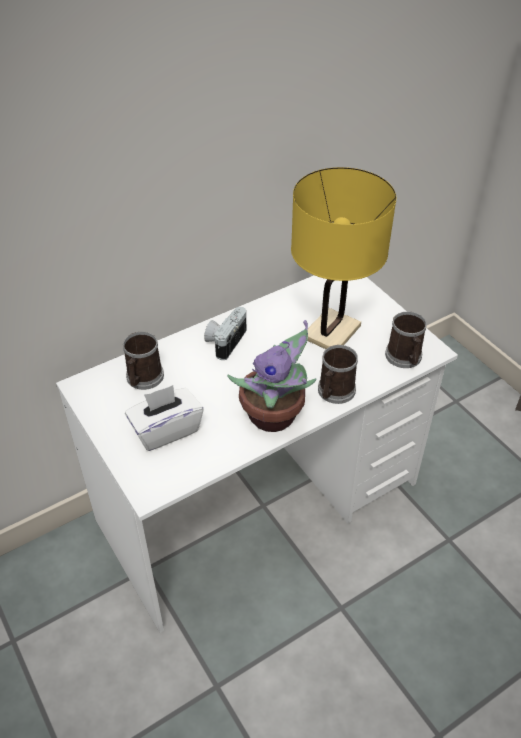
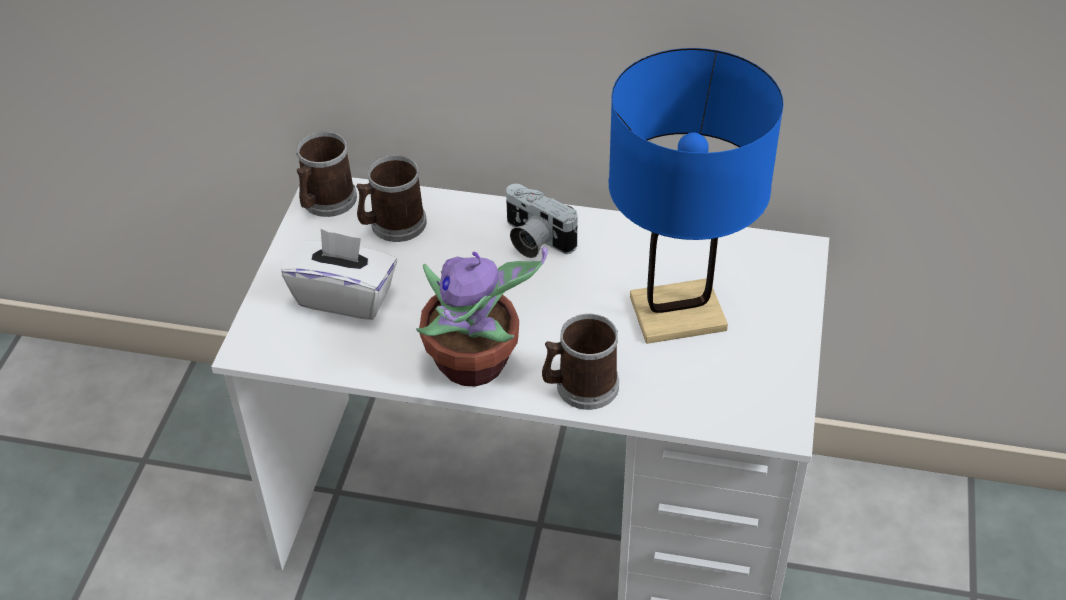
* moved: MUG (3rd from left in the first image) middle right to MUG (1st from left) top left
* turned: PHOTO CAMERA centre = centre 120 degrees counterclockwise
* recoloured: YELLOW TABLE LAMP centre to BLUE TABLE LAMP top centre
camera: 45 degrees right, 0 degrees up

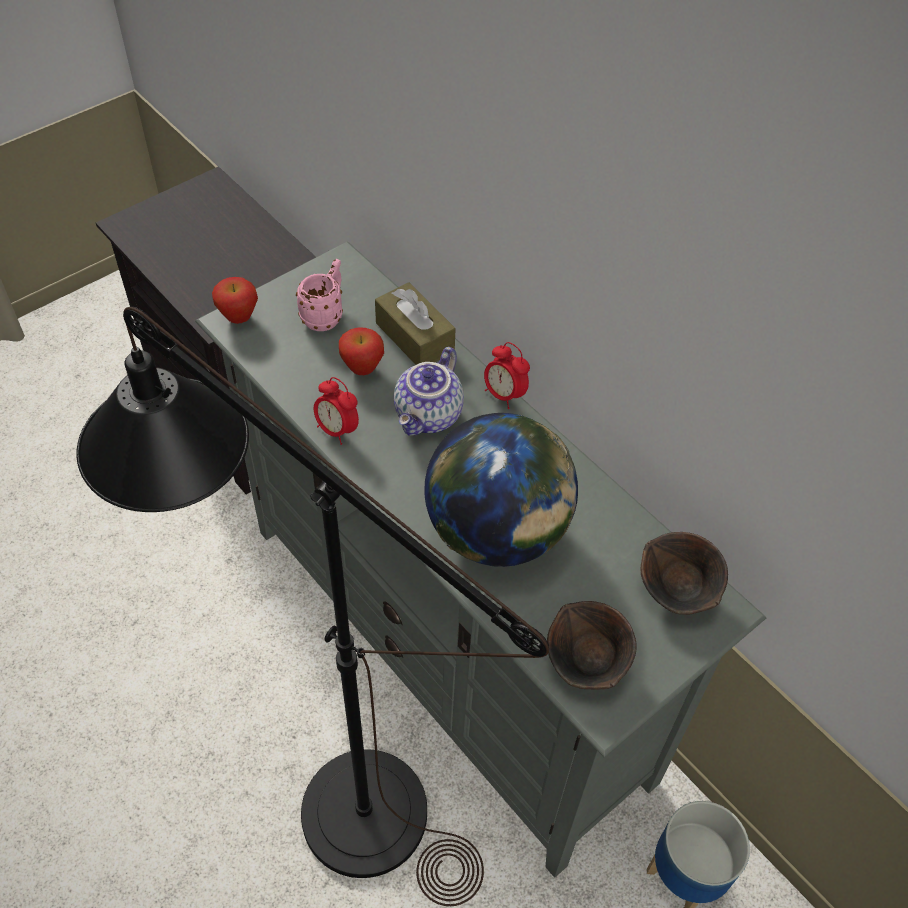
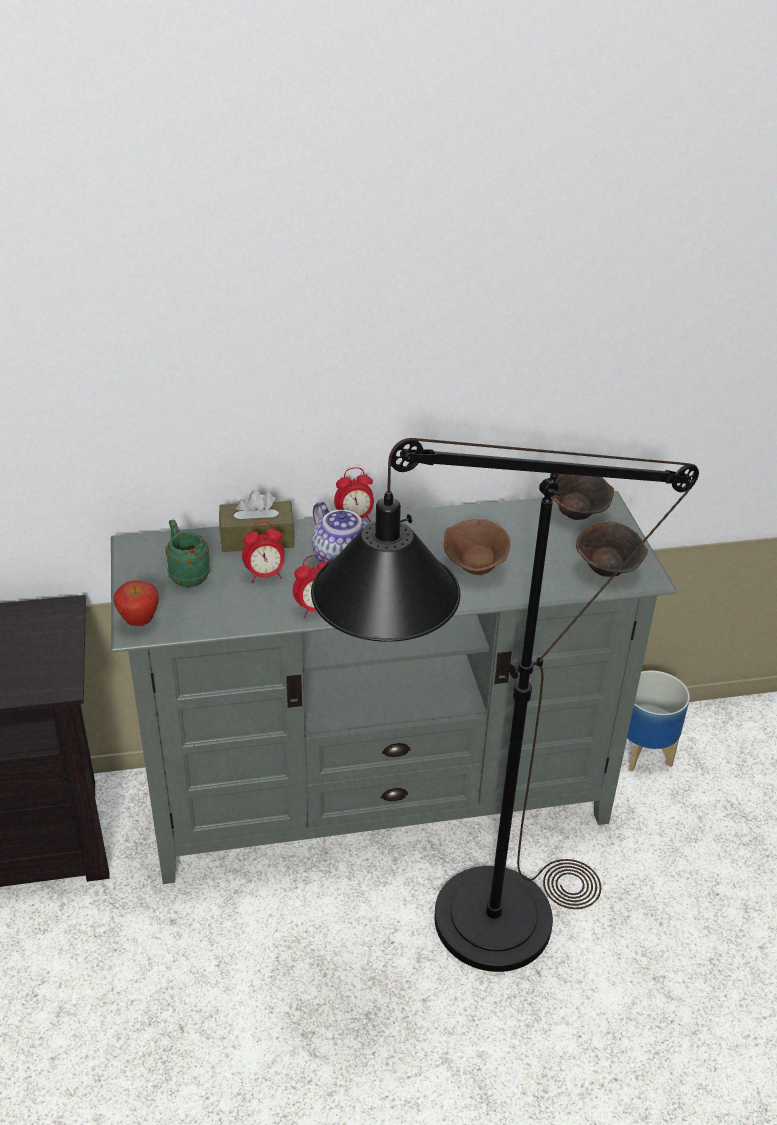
* recoloured: PINK MUG top centre to GREEN MUG middle left
* replaced: APPLE (2nd from left) centre to ALARM CLOCK (1st from left) centre
* replaced: GLOBE centre to BROWN BOWL (1st from left) centre
camera: 60 degrees left, 15 degrees down

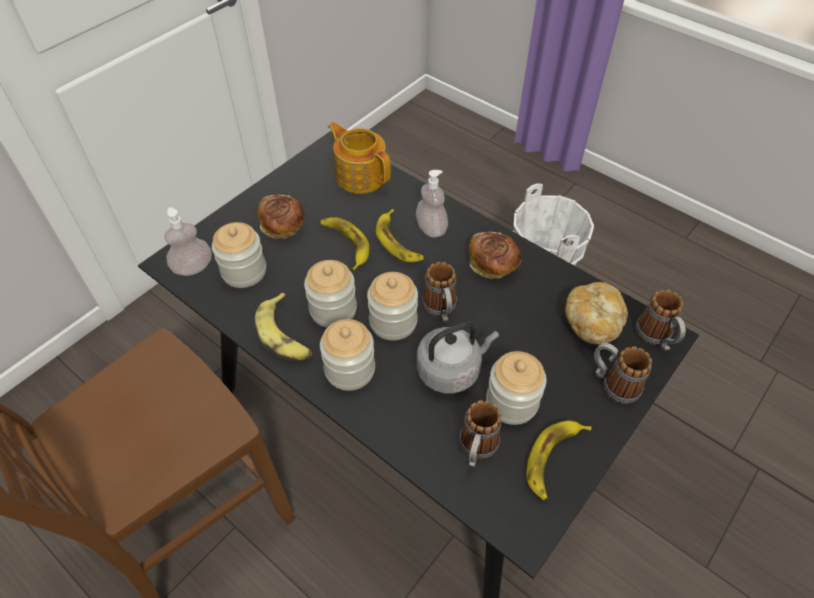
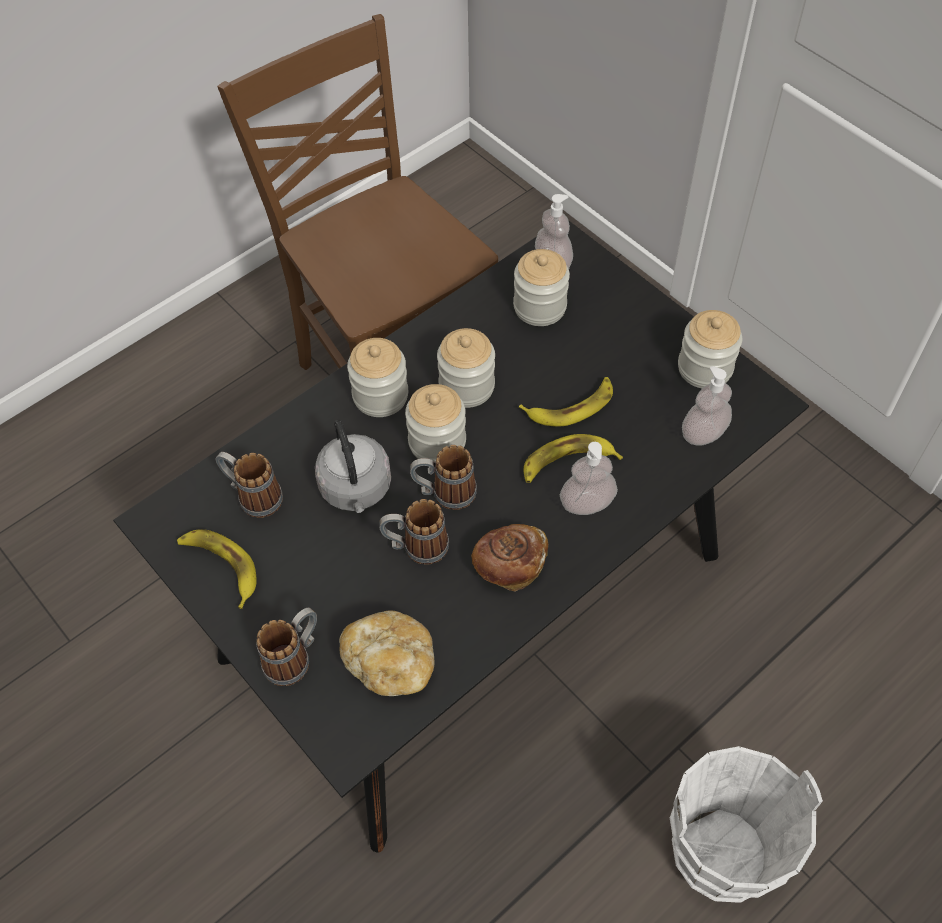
* moved: MUG (4th from left in the first image) middle right to MUG (3rd from left) centre
* moved: JAR (5th from left) centre to middle right
* replaced: TEAPOT top centre to SOAP DISPENSER (3rd from left) middle right
* removed: BANANA (1st from left) centre
* removed: BREAD (1st from left) centre
camera: 100 degrees right, 5 degrees up

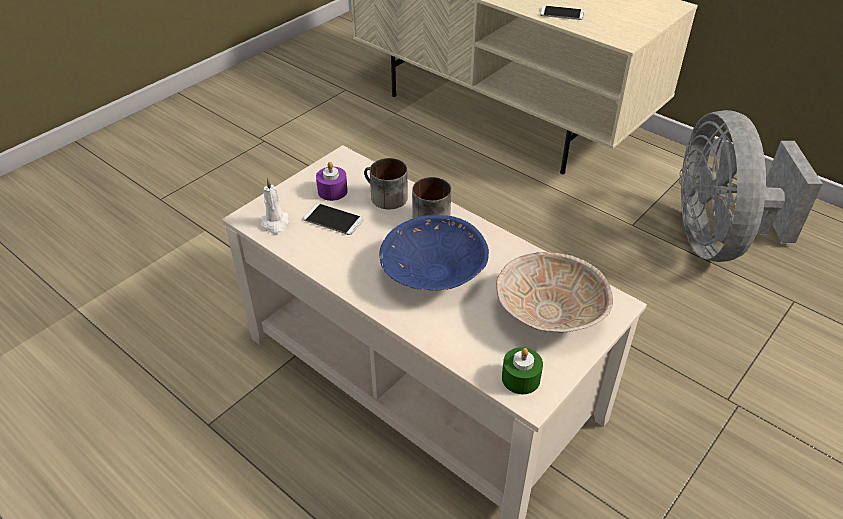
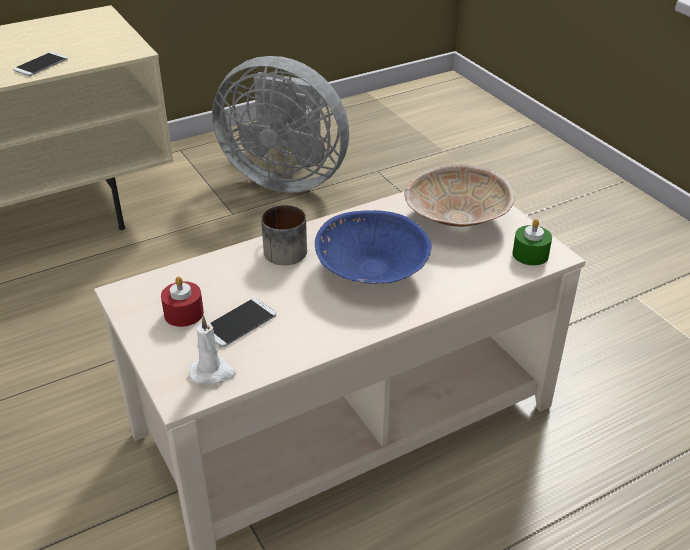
* recoloured: PURPLE CANDLE centre to RED CANDLE middle left
* removed: MUG (1st from left) centre
camera: 70 degrees left, 5 degrees down

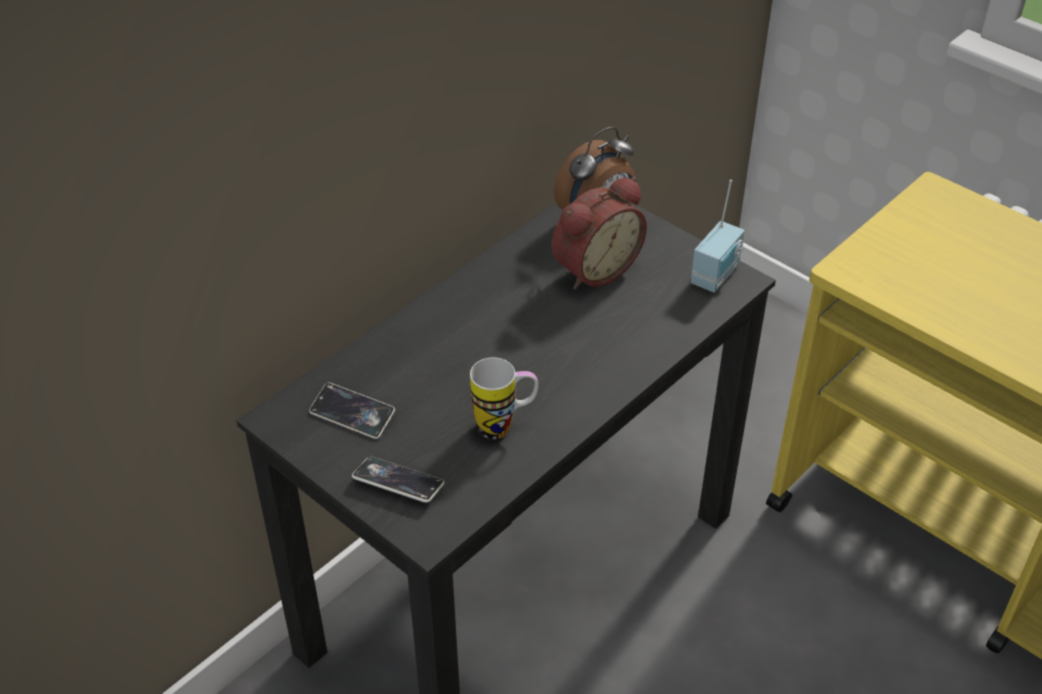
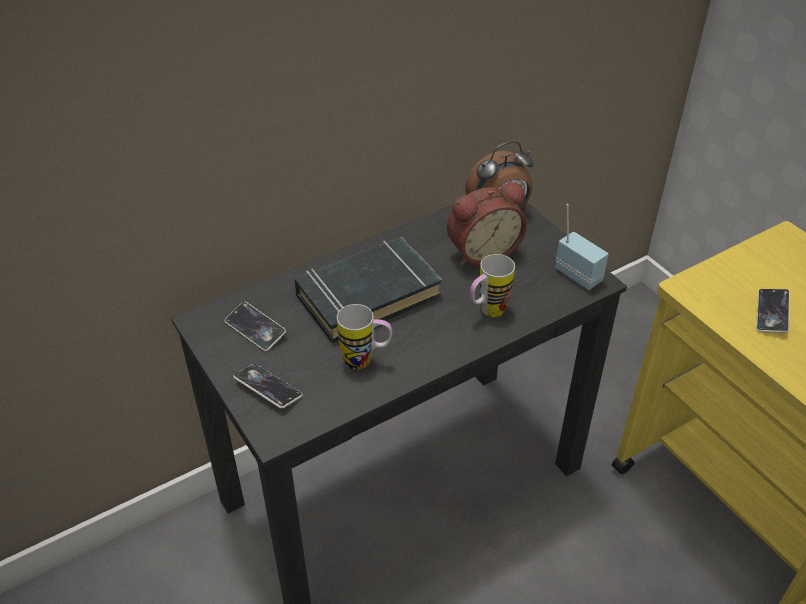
* added: BLACK BOOK centre
* added: MUG (2nd from left) centre
* turned: RADIO middle right = middle right 90 degrees counterclockwise
* added: PHONE (3rd from left) middle right
camera: 15 degrees right, 0 degrees up

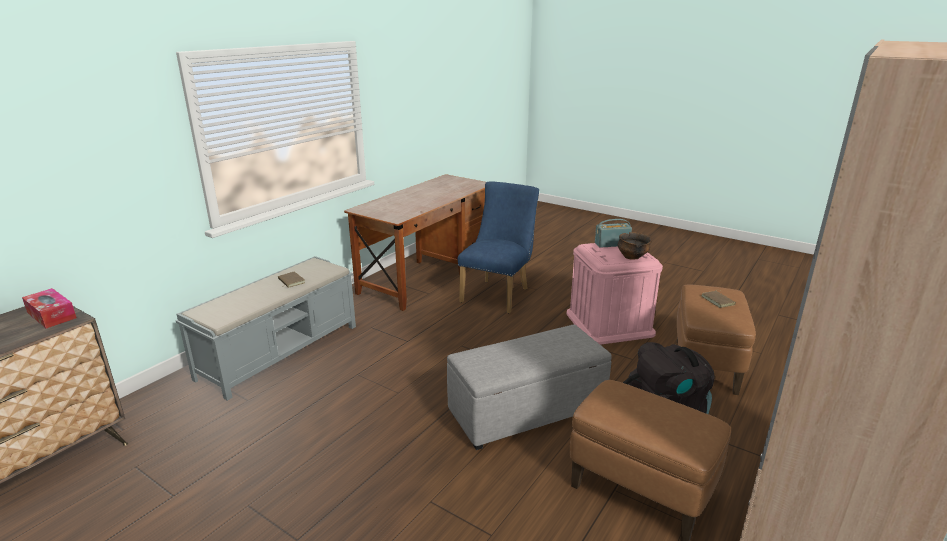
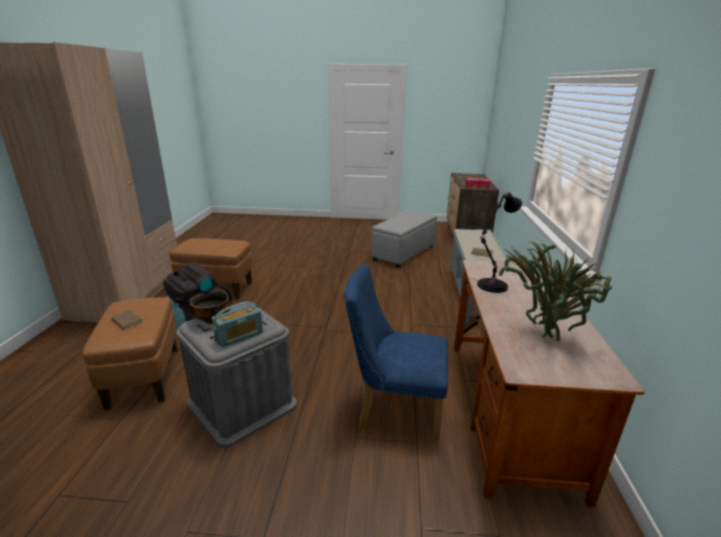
* recoloured: PINK STORAGE BOX centre to GREY STORAGE BOX bottom left
* turned: BLUE CHAIR centre = centre 105 degrees clockwise
* moved: GREY OTTOMAN bottom centre to centre
* added: BLACK TABLE LAMP middle right
* added: POTTED PLANT middle right
camera: 150 degrees right, 0 degrees up

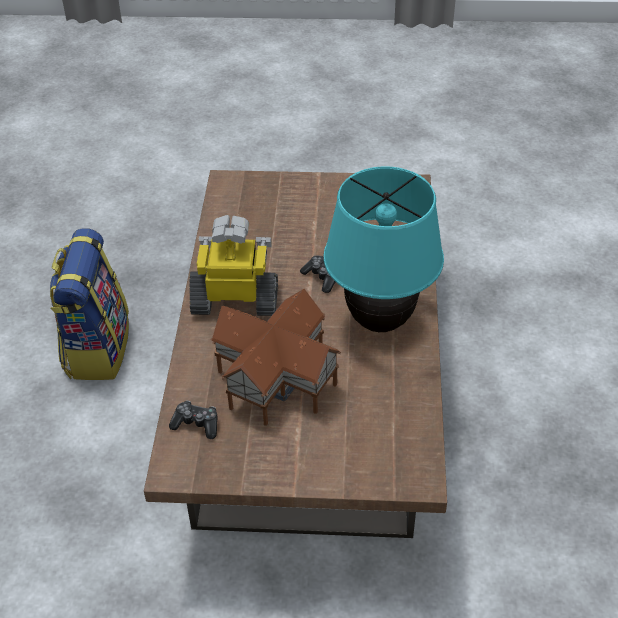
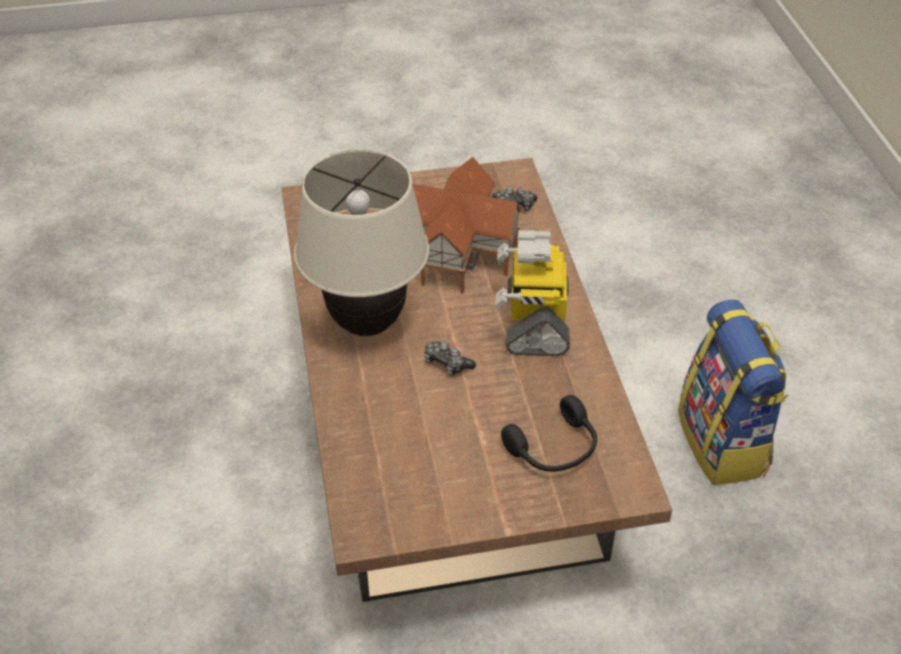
* recoloured: TURQUOISE TABLE LAMP centre to BEIGE TABLE LAMP centre
* turned: TOY ROBOT centre = centre 105 degrees clockwise
* added: BLACK HEADPHONES centre
camera: 165 degrees right, 0 degrees up

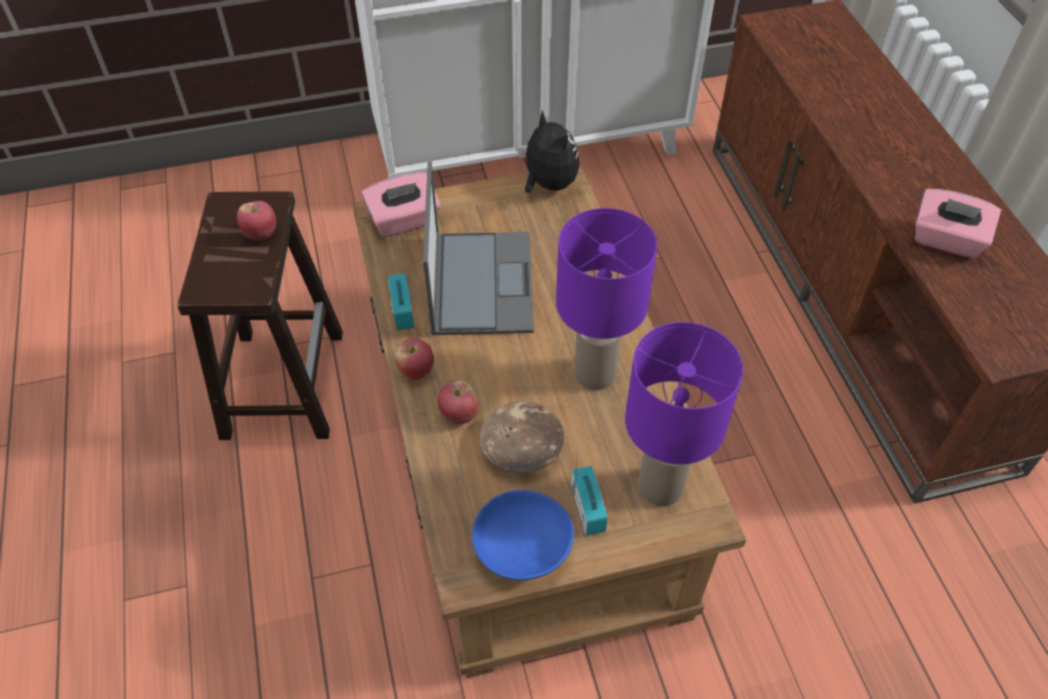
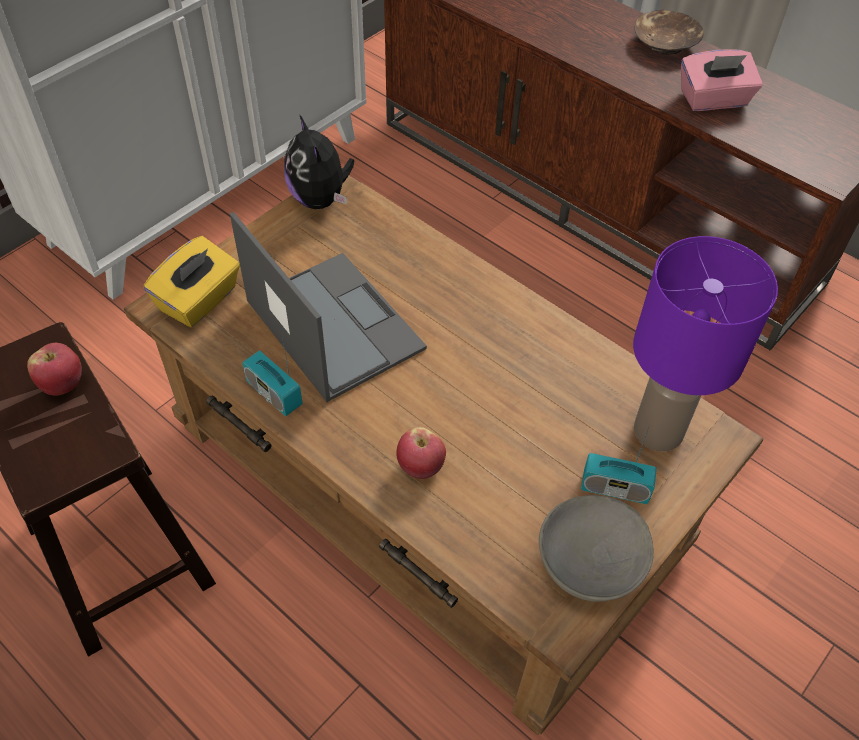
* recoloured: PINK TISSUE BOX (1st from left) top centre to YELLOW TISSUE BOX middle left
* turned: PLUSH TOY top centre = top centre 135 degrees counterclockwise
* recoloured: BLUE BOWL bottom centre to GREY BOWL bottom right
* turned: RADIO (2nd from left) bottom centre = middle right 150 degrees clockwise
* moved: BROWN BOWL centre to top right
* removed: APPLE (2nd from left) centre
* removed: PURPLE TABLE LAMP (1st from left) centre
camera: 35 degrees left, 0 degrees up

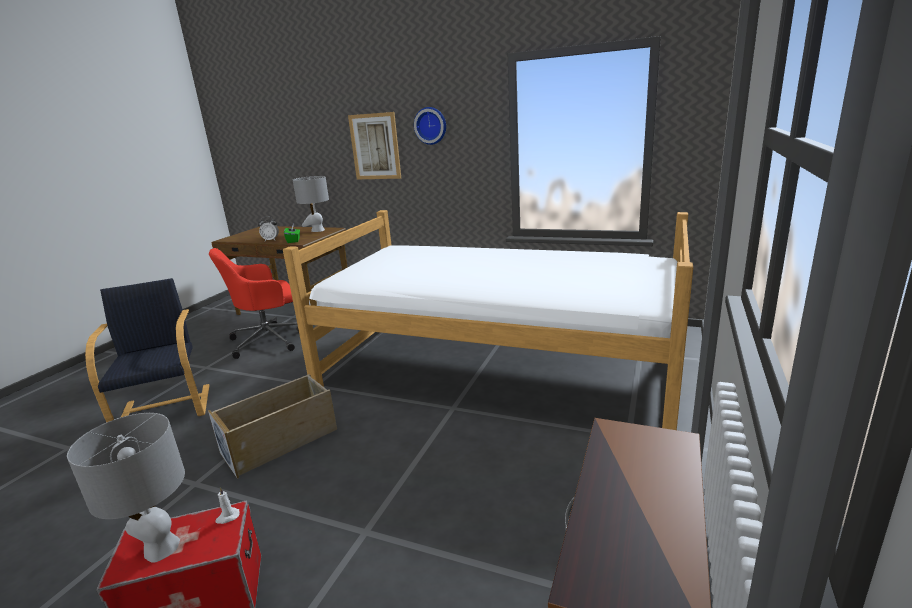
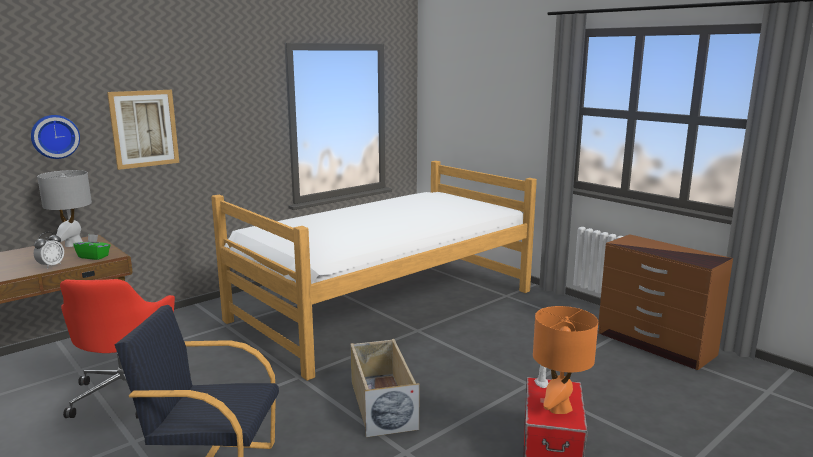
* moved: WALL CLOCK top centre to top left
* recoloured: GREY TABLE LAMP (1st from left) bottom left to ORANGE TABLE LAMP bottom right
camera: 65 degrees left, 5 degrees down

